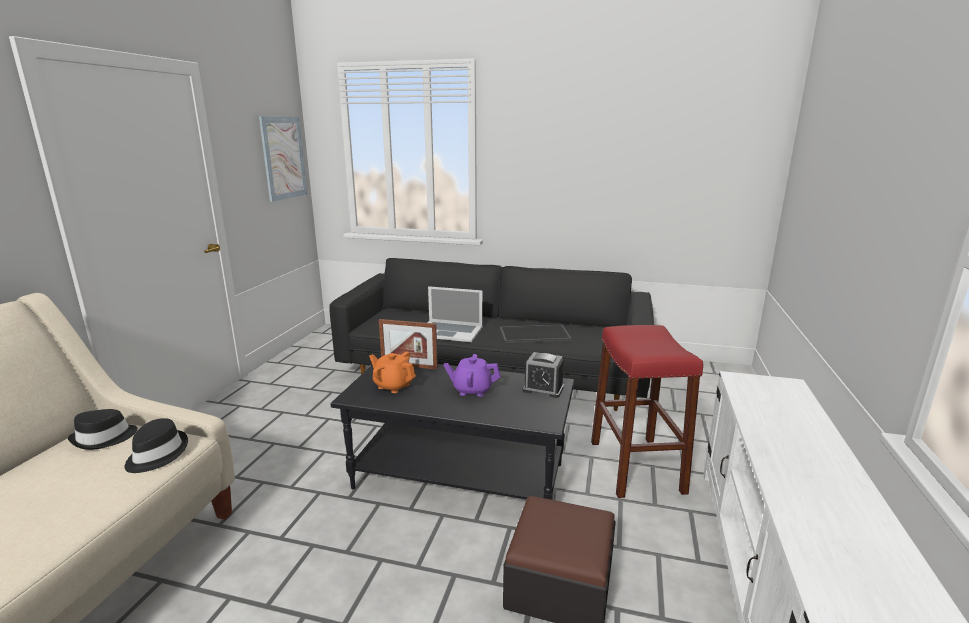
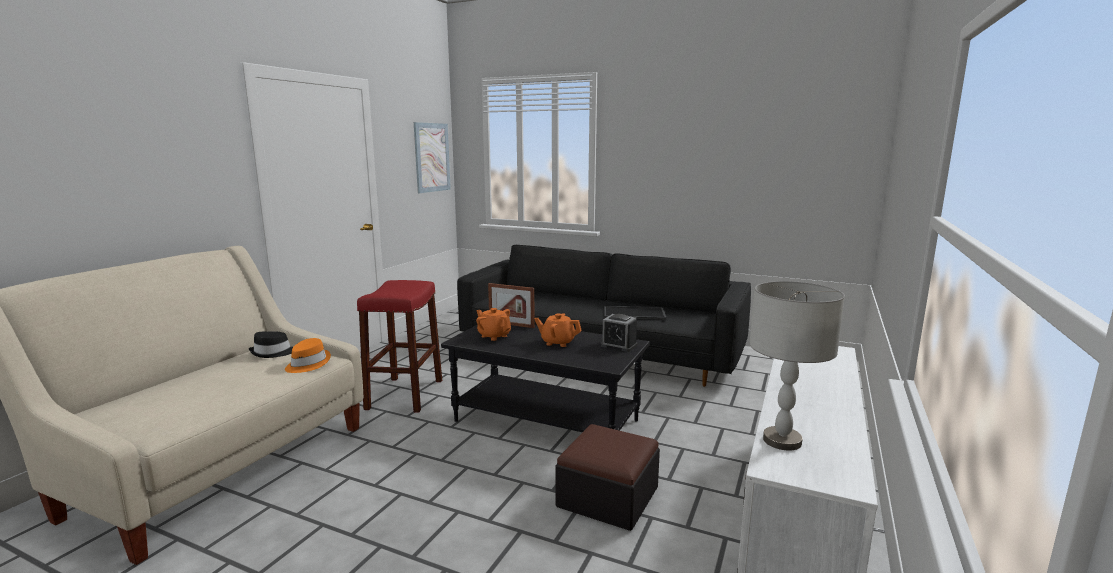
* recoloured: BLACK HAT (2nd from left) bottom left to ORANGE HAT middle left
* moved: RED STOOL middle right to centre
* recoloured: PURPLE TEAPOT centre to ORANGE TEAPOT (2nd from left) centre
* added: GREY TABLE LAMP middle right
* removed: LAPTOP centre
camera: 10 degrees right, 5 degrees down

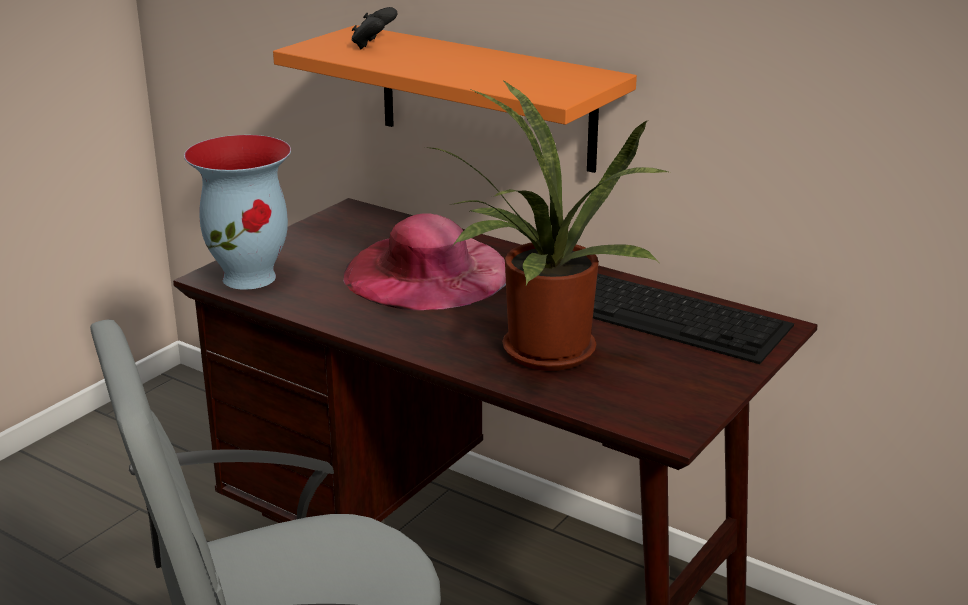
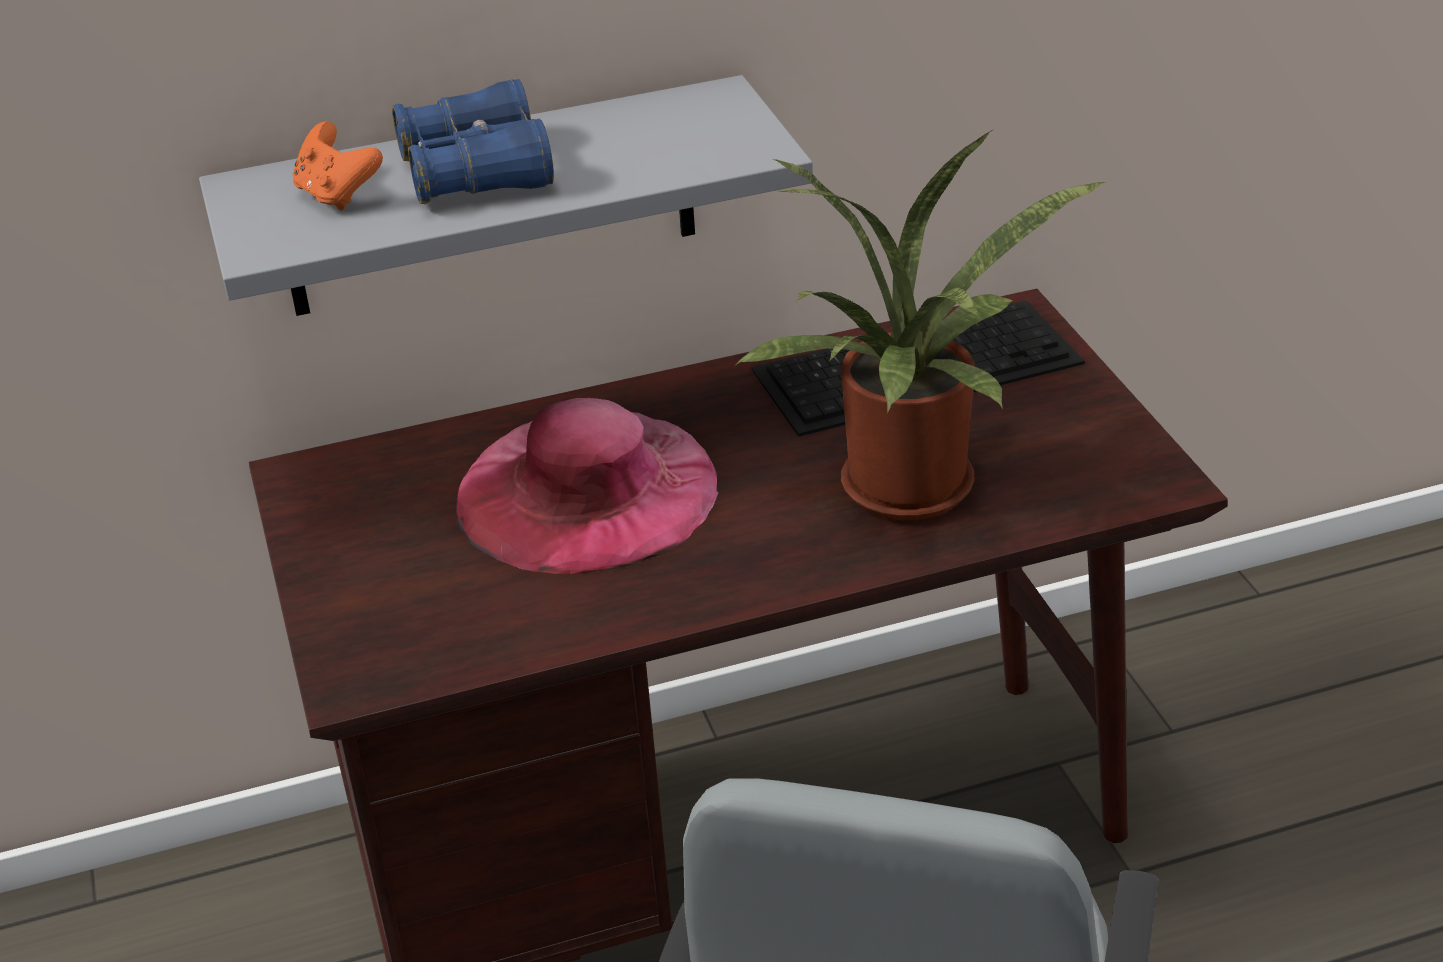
* recoloured: ORANGE SHELF top centre to GREY SHELF top centre
* recoloured: BLACK GAME CONTROLLER top centre to ORANGE GAME CONTROLLER top left
* added: BLUE BINOCULARS top left
* removed: VASE middle left
camera: 50 degrees left, 10 degrees up

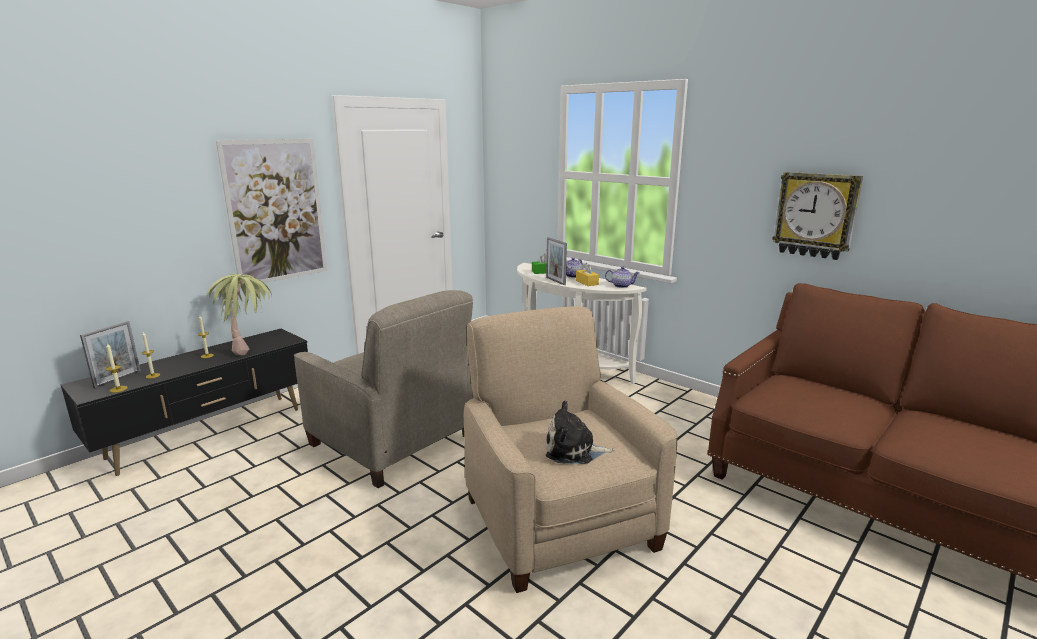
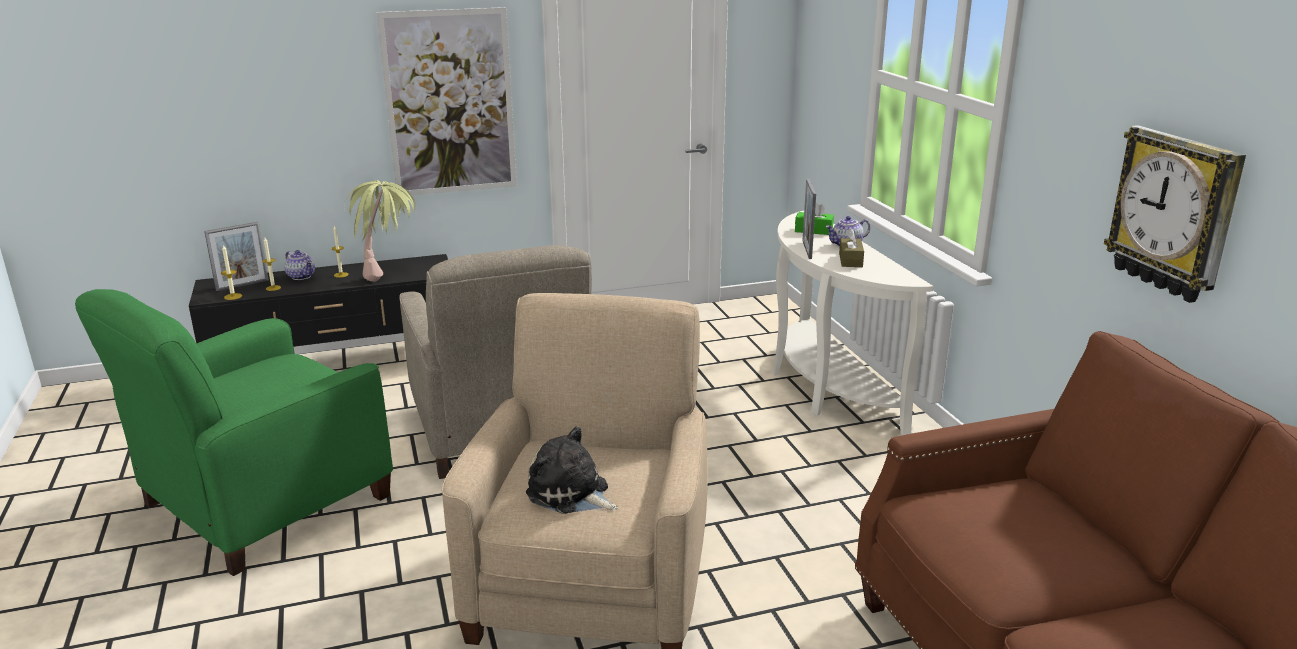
* added: GREEN ARMCHAIR middle left
* moved: TEAPOT (2nd from left in the first image) centre to TEAPOT (1st from left) middle left
* recoloured: YELLOW TISSUE BOX centre to BROWN TISSUE BOX centre
camera: 30 degrees right, 5 degrees up

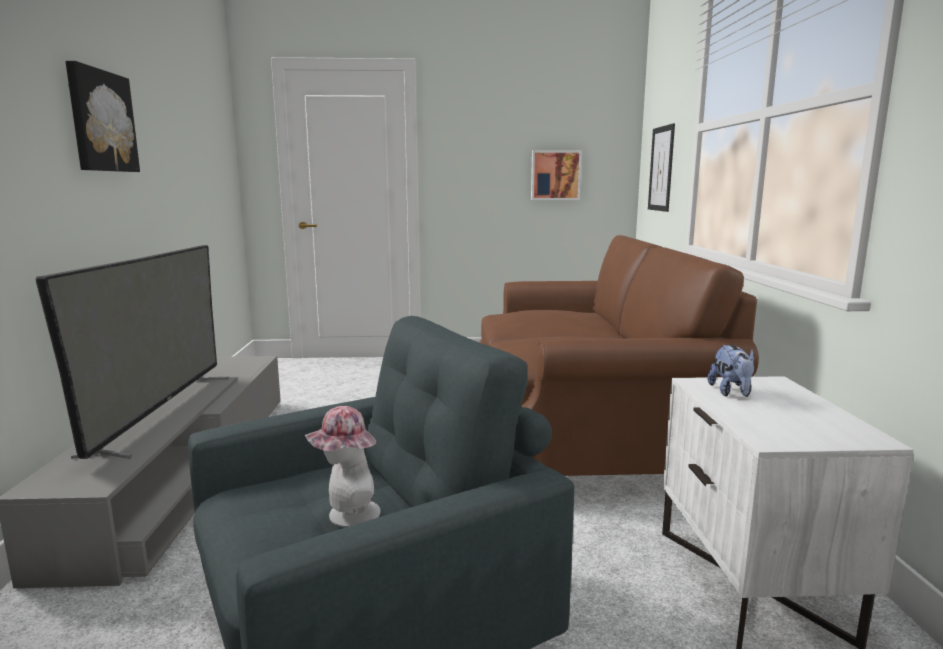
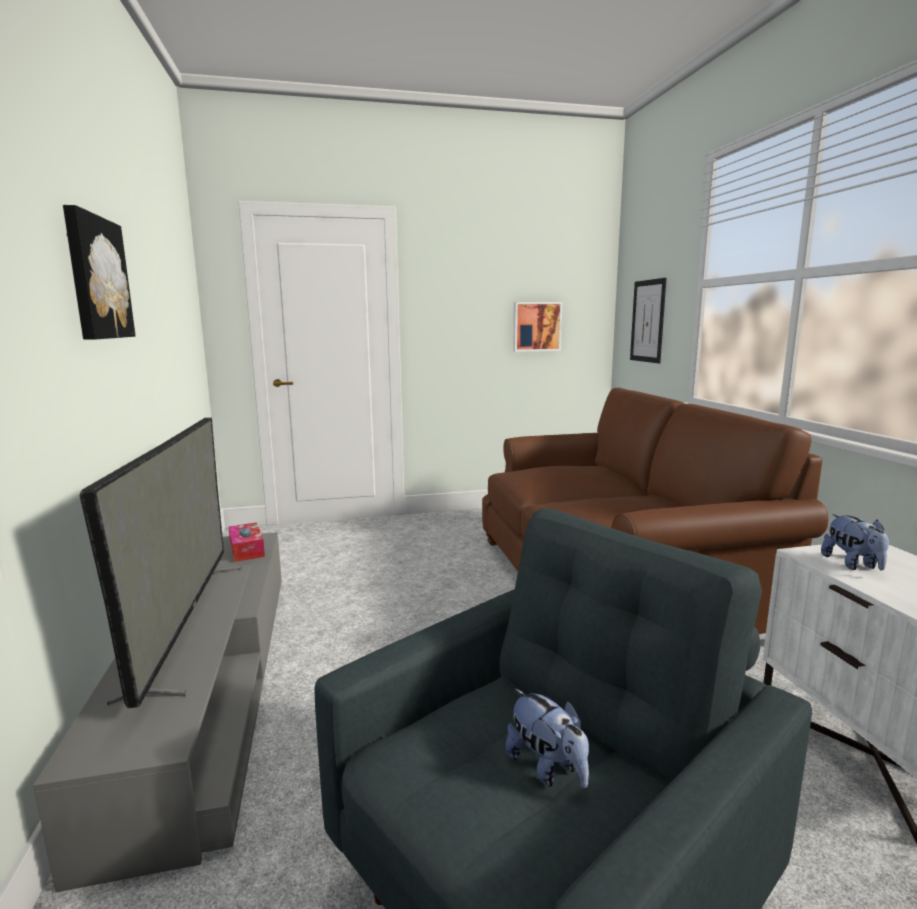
* added: TISSUE BOX middle left
* replaced: HAT bottom centre to PLUSH TOY (1st from left) bottom centre
camera: 10 degrees left, 0 degrees up

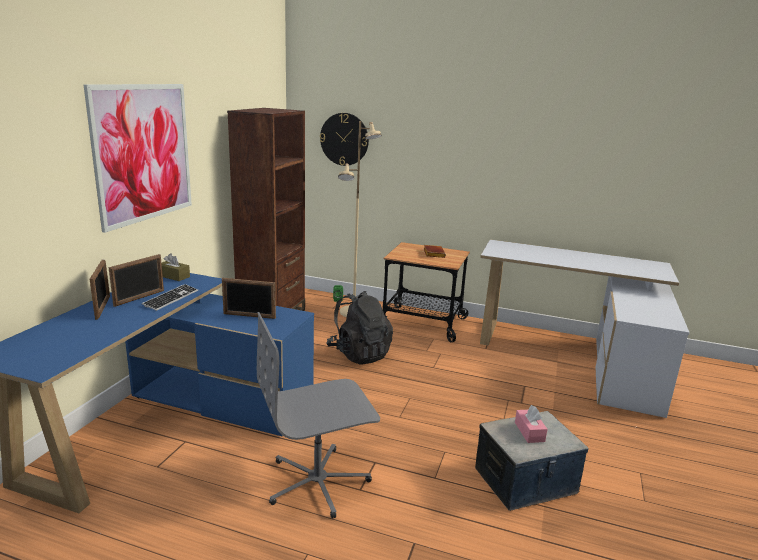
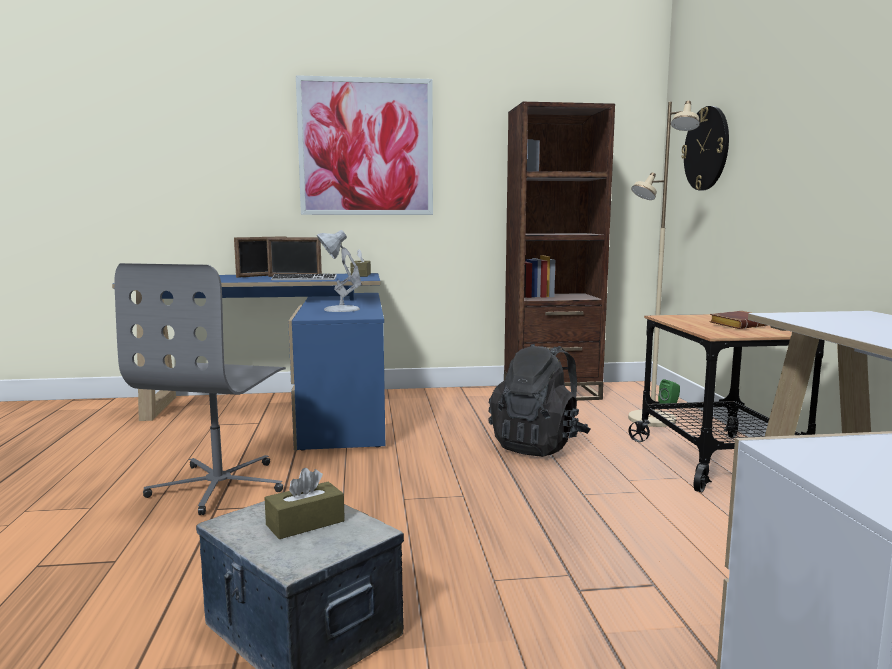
* turned: GREY OFFICE CHAIR bottom centre = middle left 120 degrees counterclockwise
* recoloured: PINK TISSUE BOX bottom right to BROWN TISSUE BOX (1st from left) bottom centre
* replaced: PICTURE FRAME (3rd from left) middle left to WHITE TABLE LAMP centre
camera: 65 degrees right, 10 degrees down

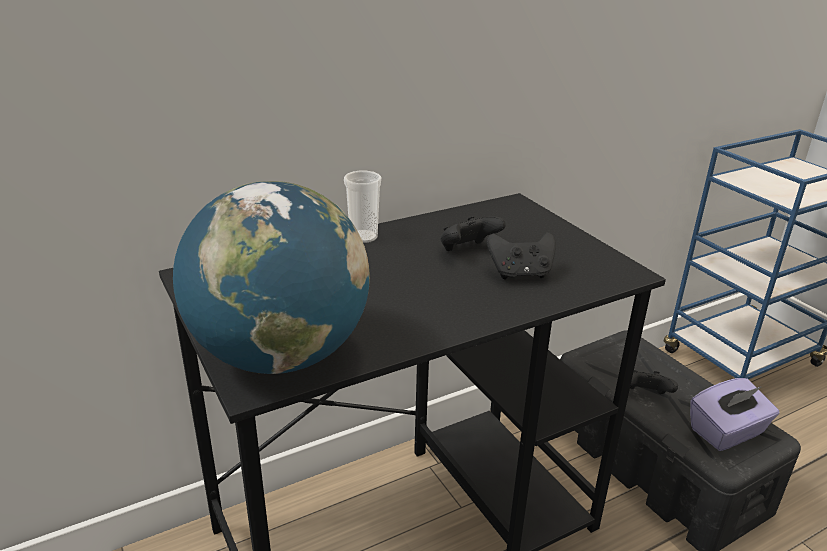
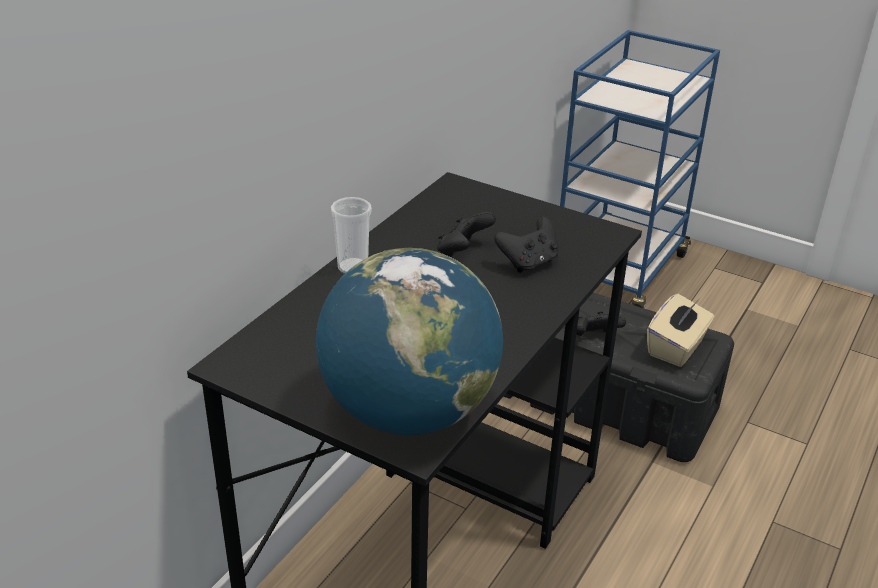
* recoloured: PURPLE TISSUE BOX bottom right to BEIGE TISSUE BOX middle right
camera: 30 degrees left, 5 degrees up

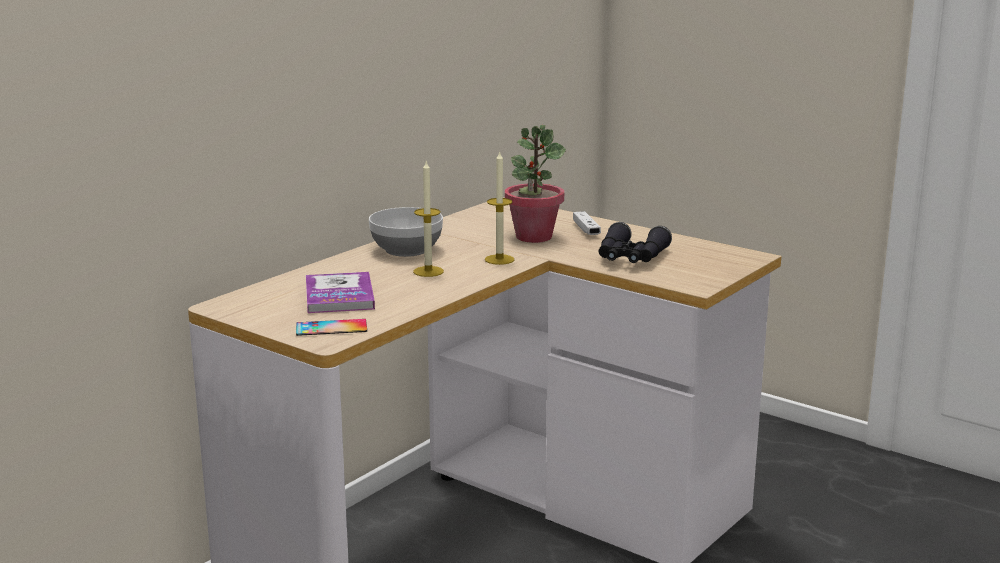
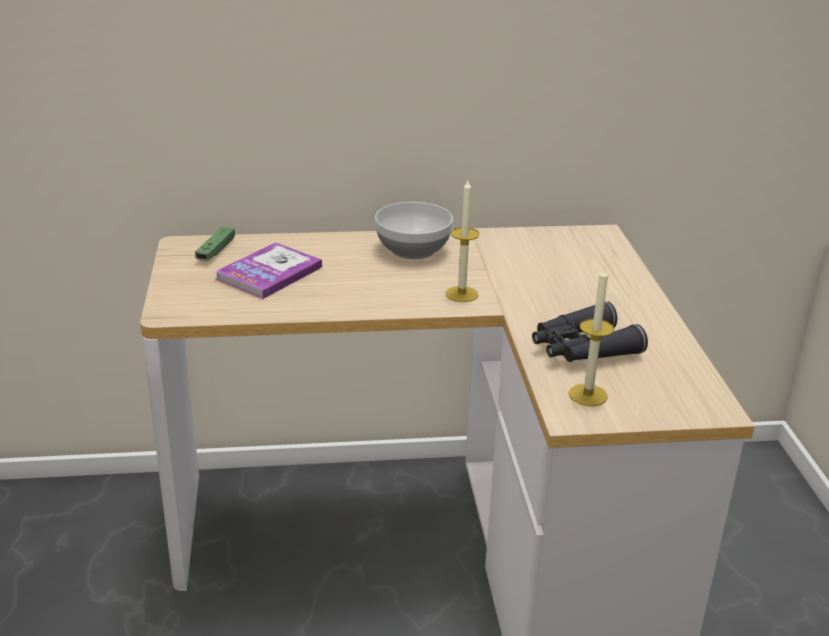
* added: GREEN GAME CONTROLLER middle left
* moved: CANDLE (1st from left in the first image) centre to CANDLE (2nd from left) middle right
* removed: PHONE middle left
* removed: POTTED PLANT top centre
* removed: WHITE GAME CONTROLLER centre
camera: 45 degrees right, 10 degrees up

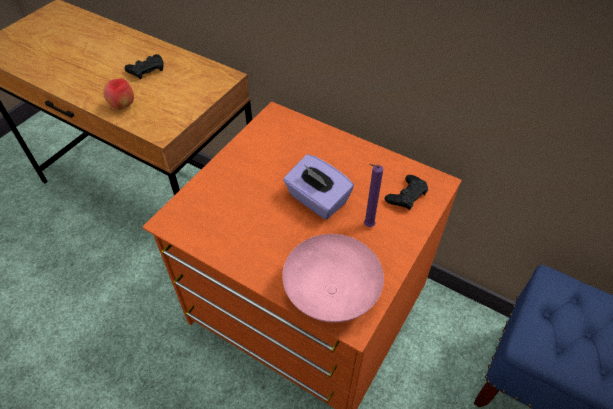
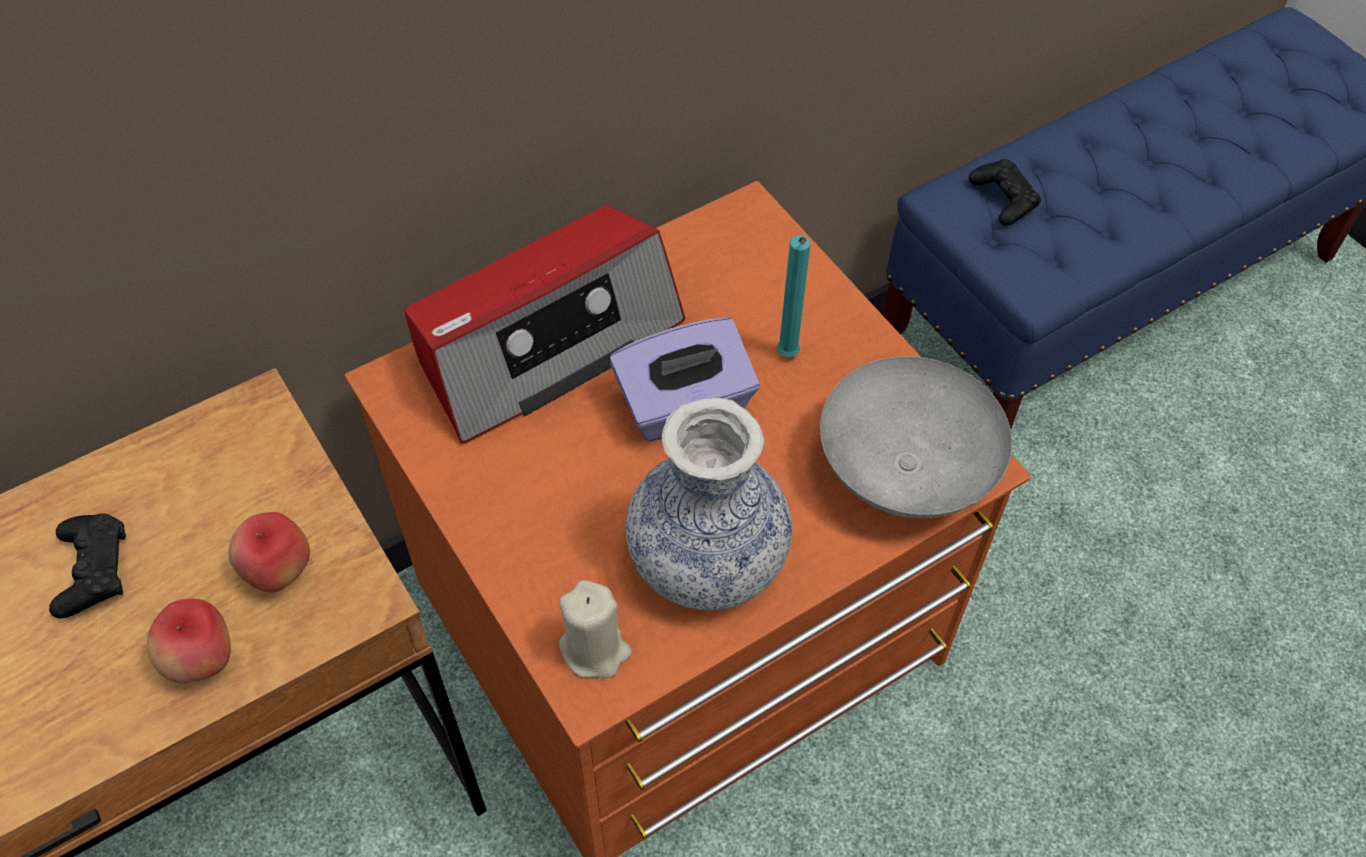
* added: APPLE (2nd from left) middle left
* added: RADIO centre
* added: BEIGE CANDLE bottom centre
* added: VASE centre
* recoloured: PURPLE CANDLE centre to TURQUOISE CANDLE centre
* recoloured: PINK BOWL bottom centre to GREY BOWL middle right
* moved: BLACK GAME CONTROLLER (2nd from left) centre to top right
camera: 65 degrees left, 5 degrees up

